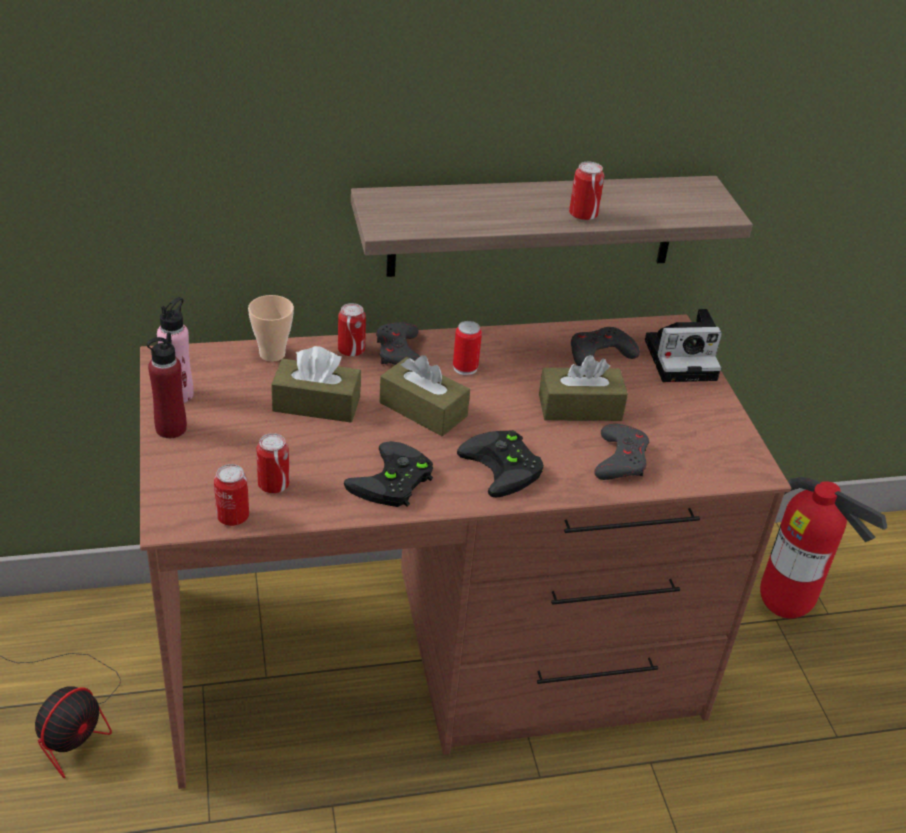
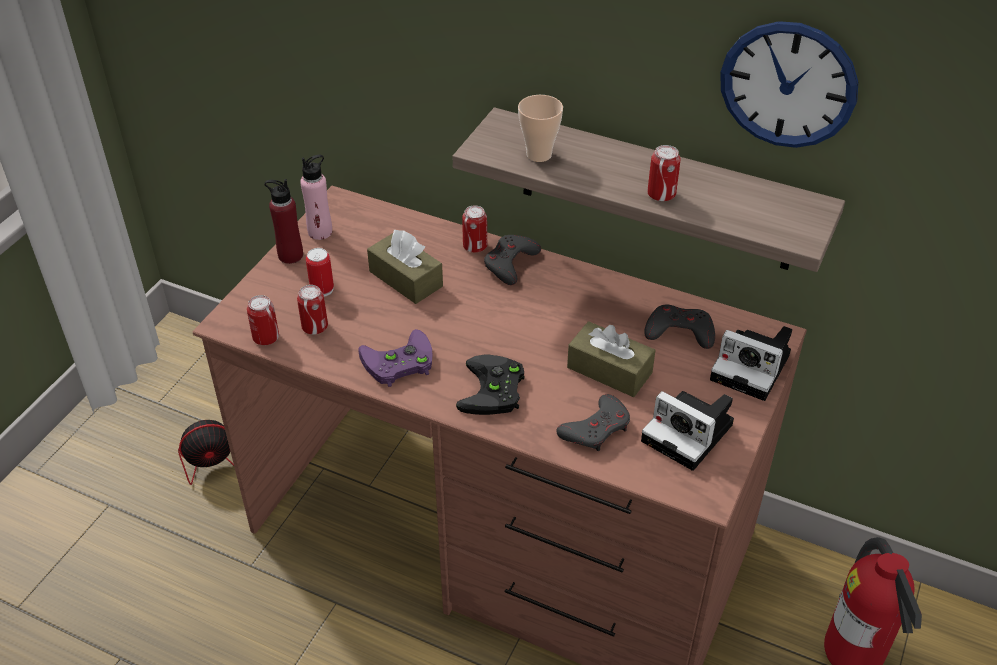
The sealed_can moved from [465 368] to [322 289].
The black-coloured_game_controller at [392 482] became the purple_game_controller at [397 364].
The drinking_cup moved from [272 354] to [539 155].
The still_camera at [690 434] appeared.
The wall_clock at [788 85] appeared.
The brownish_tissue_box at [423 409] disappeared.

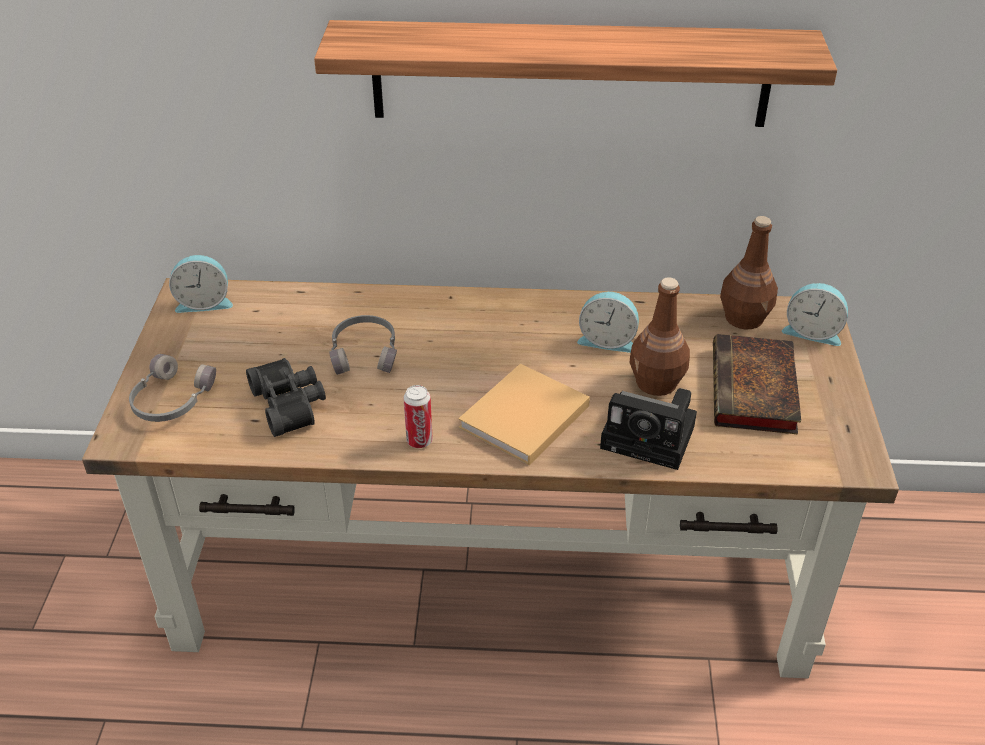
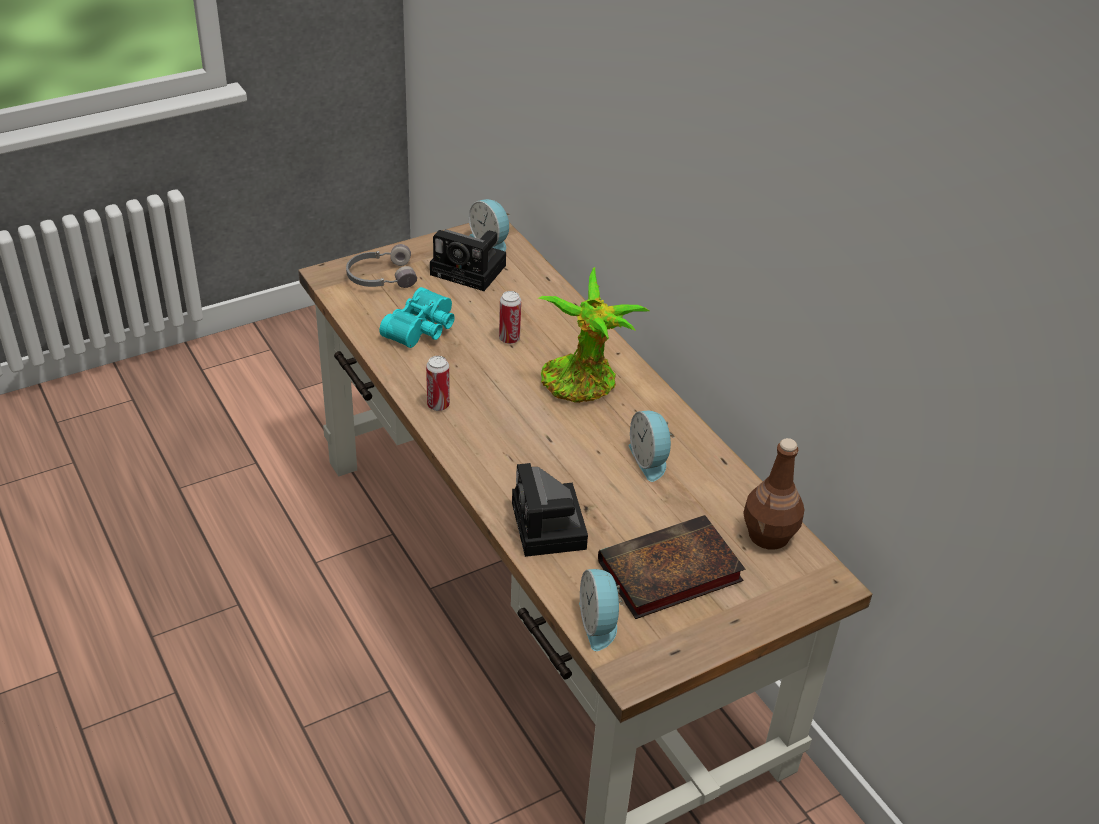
The black-coloured_field_glasses at [291 404] became the blue-green_field_glasses at [423 329].
The still_camera at [471 270] appeared.
The grey_headphones at [365 352] was replaced by the sealed_can at [509 339].
The plant_in_a_pot at [582 385] appeared.
The bedside_clock moved from [812 332] to [600 624].
The bracket_shelf at [570 74] disappeared.
The beige-coloured_book at [522 419] disappeared.
The brownish_drink_bottle at [657 383] disappeared.

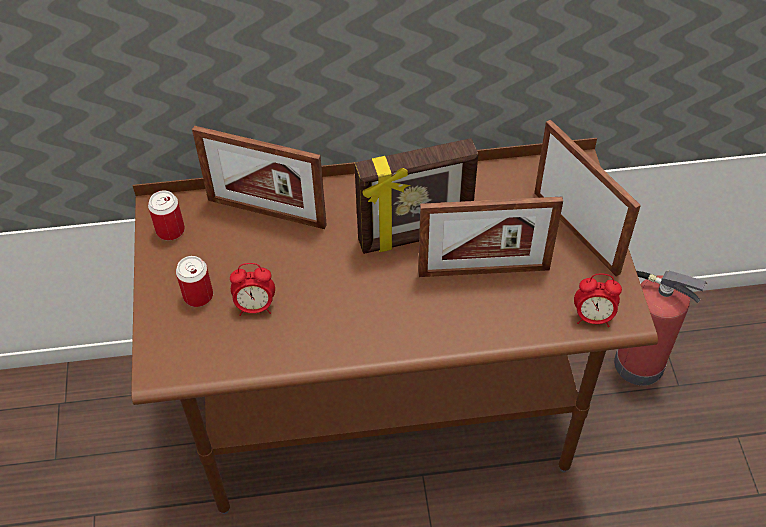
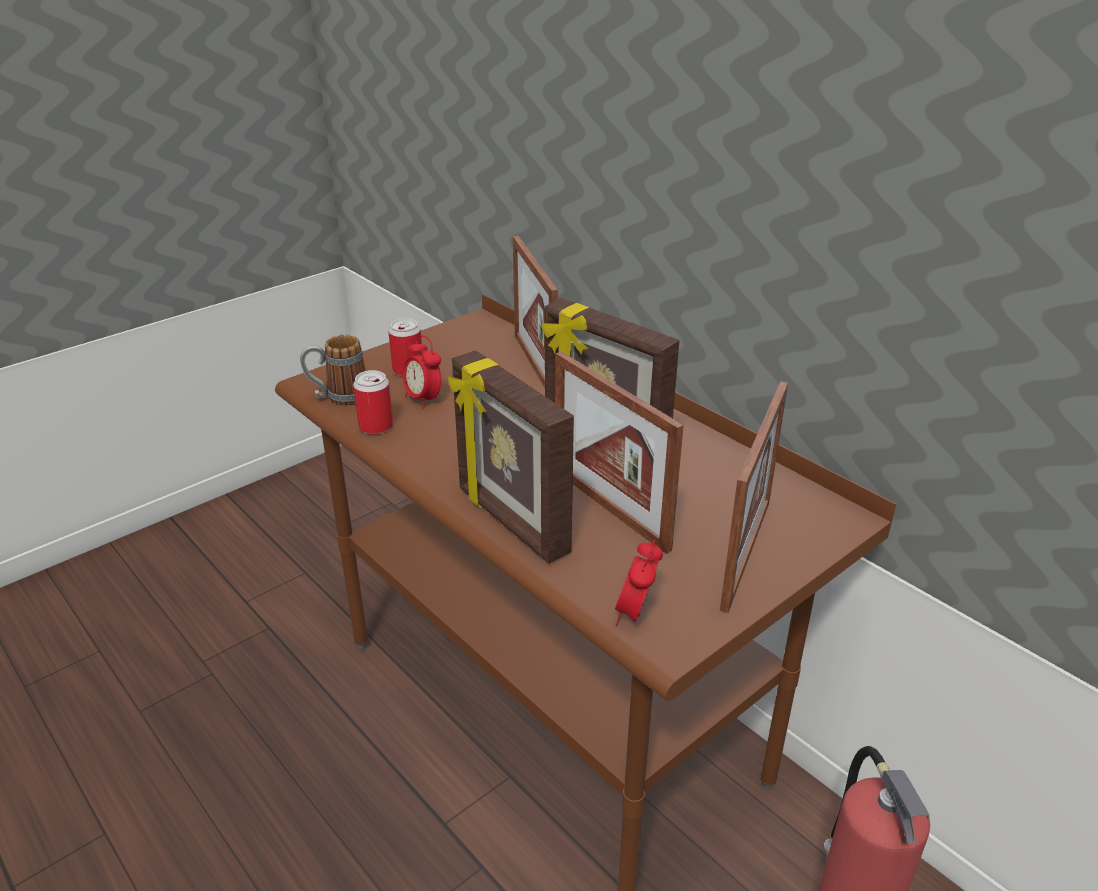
The mug at [339 397] appeared.
The sealed_can moved from [170 230] to [376 426].
The standing_frame at [510 521] appeared.
The bedside_clock at [593 317] turned 45 degrees clockwise.

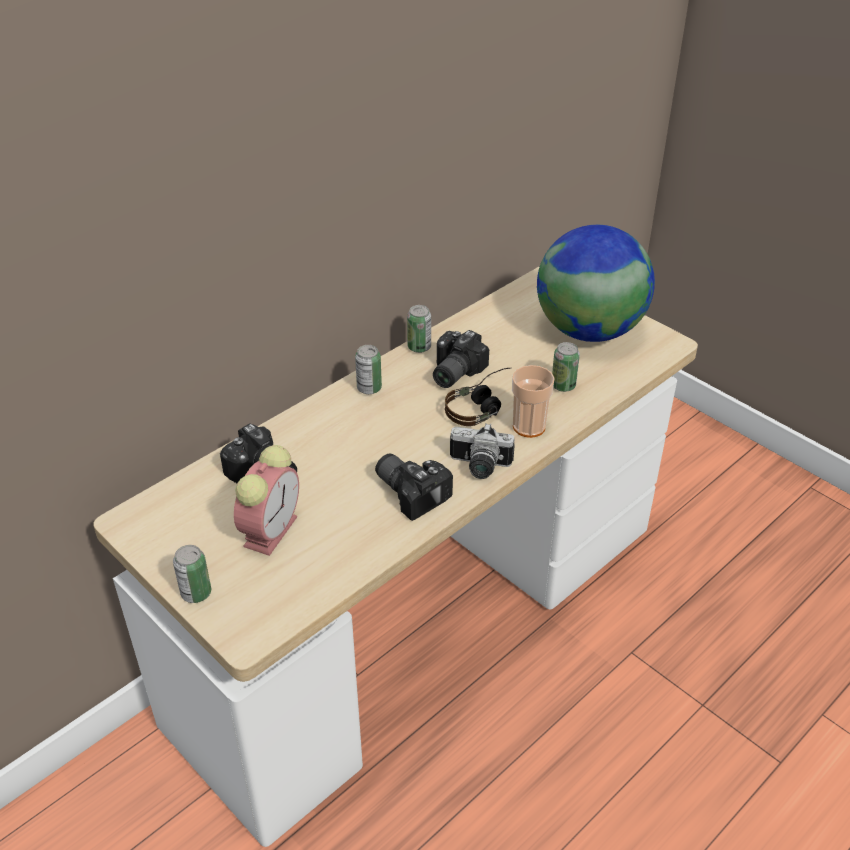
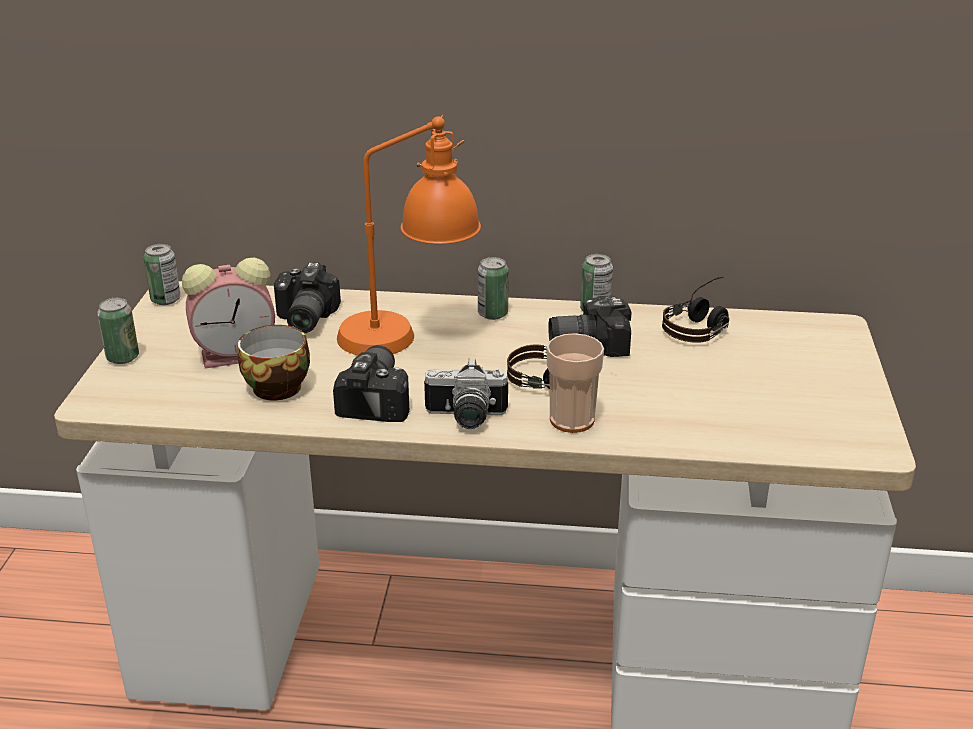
The sealed_can moved from [563 385] to [166 300].
The drinking_cup at [277 385] appeared.
The orangey_table_lamp at [410 338] appeared.
The still_camera at [479 467] turned 60 degrees counterclockwise.
The headphones at [702 324] appeared.
The globe at [589 330] disappeared.

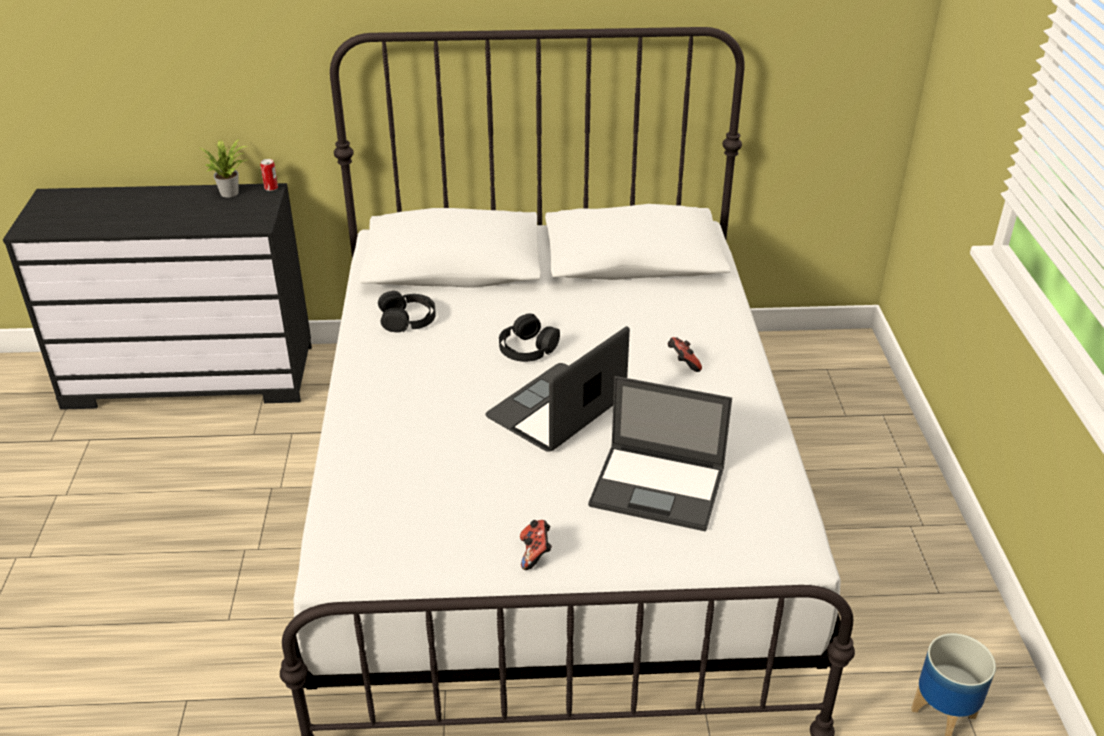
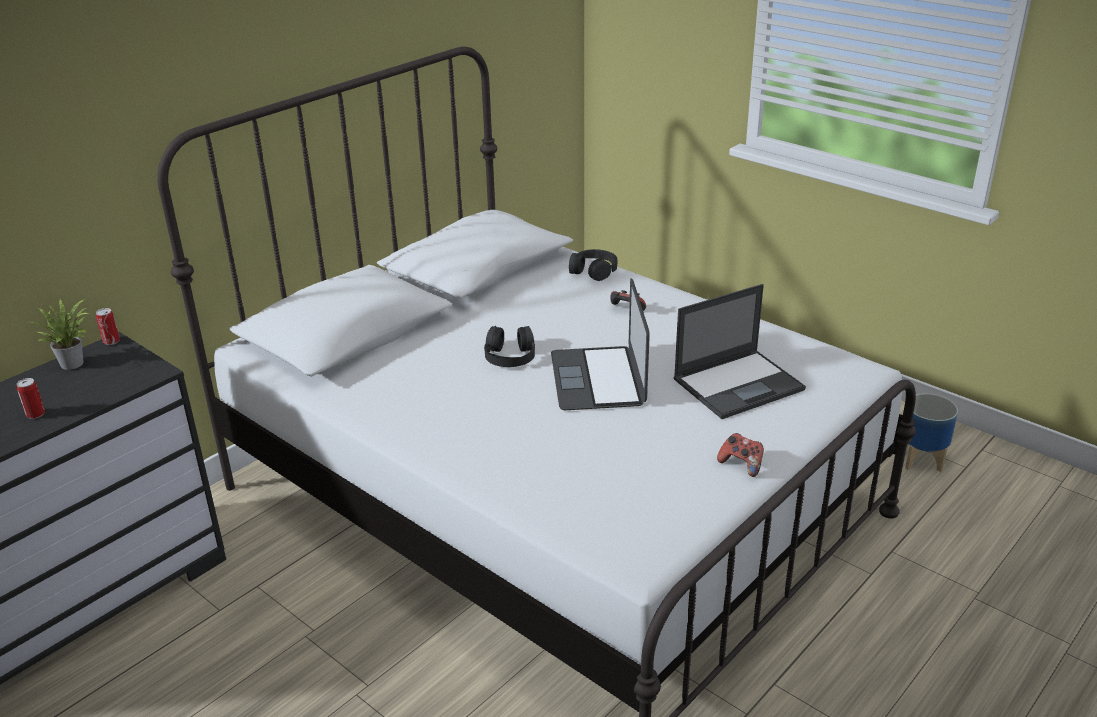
The sealed_can at [35 414] appeared.
The black-coloured_headphones moved from [408 319] to [593 270].

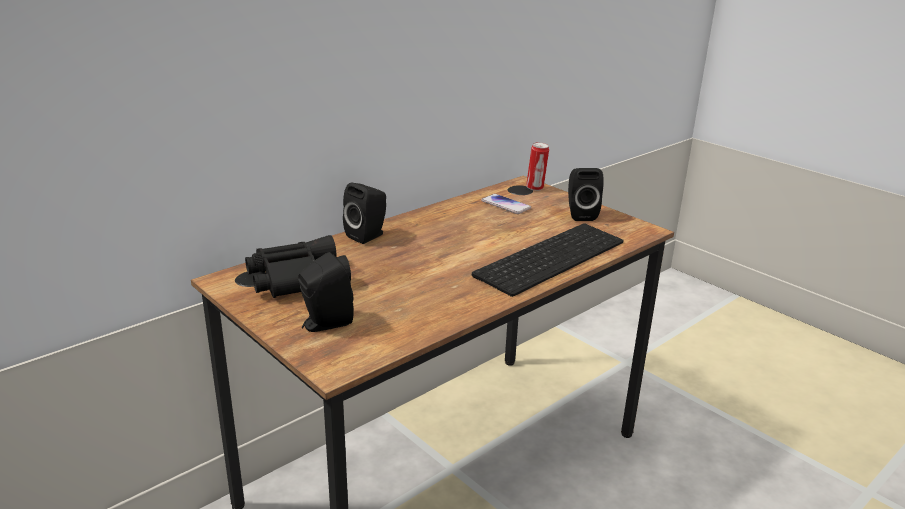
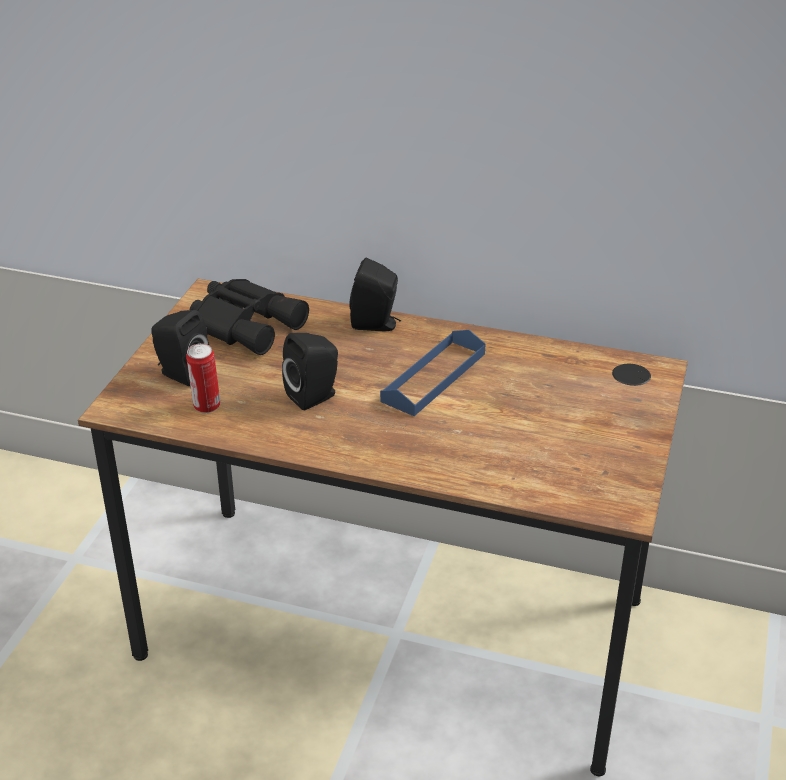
The sealed_can moved from [535 188] to [206 407].
The black-coloured_speaker moved from [580 214] to [315 396].
The blue_serving_tray at [434 377] appeared.
The PC_keyboard at [549 256] disappeared.
The telephone at [505 205] disappeared.

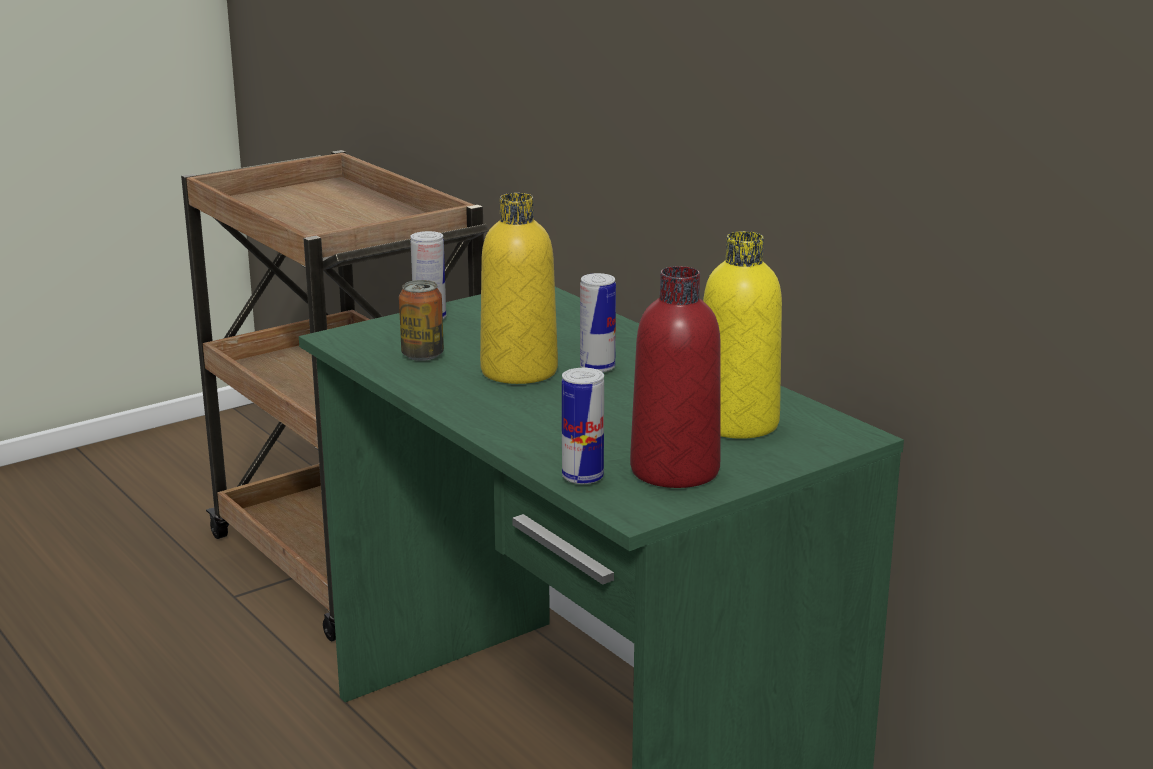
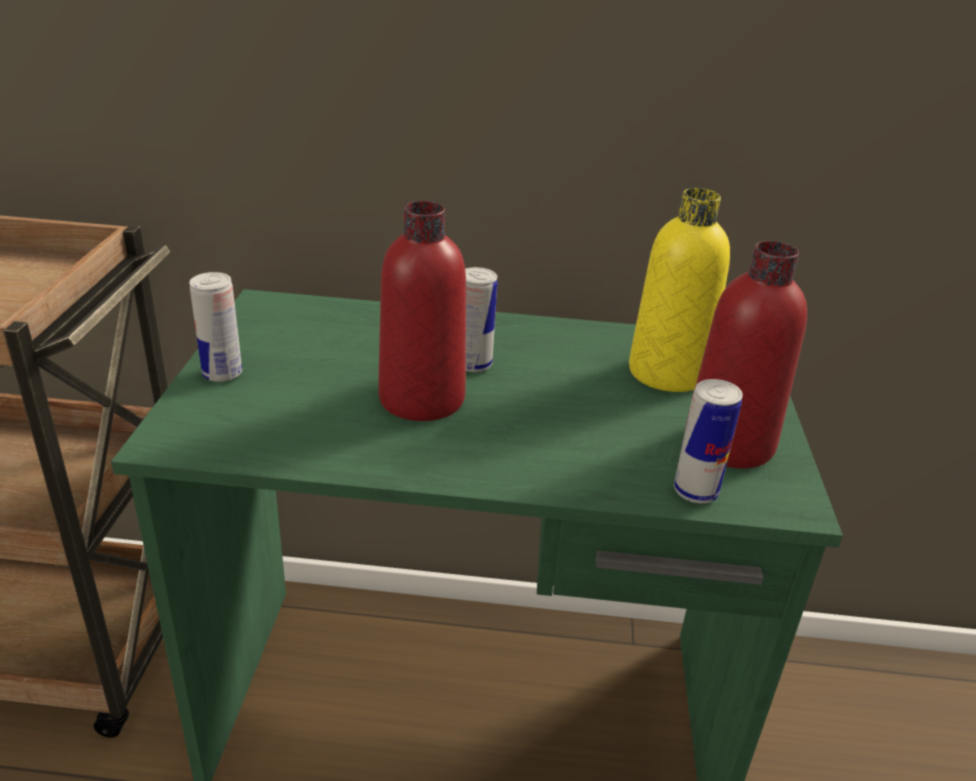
The yellow-coloured_drink_bottle at [519 371] became the red_drink_bottle at [421 399].
The sealed_can at [422 355] disappeared.

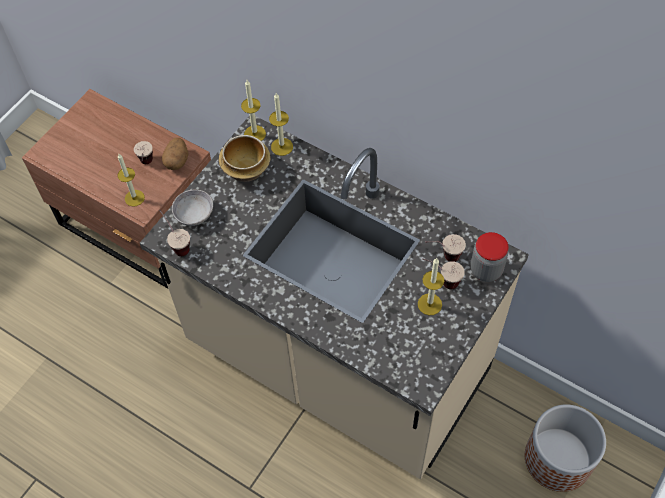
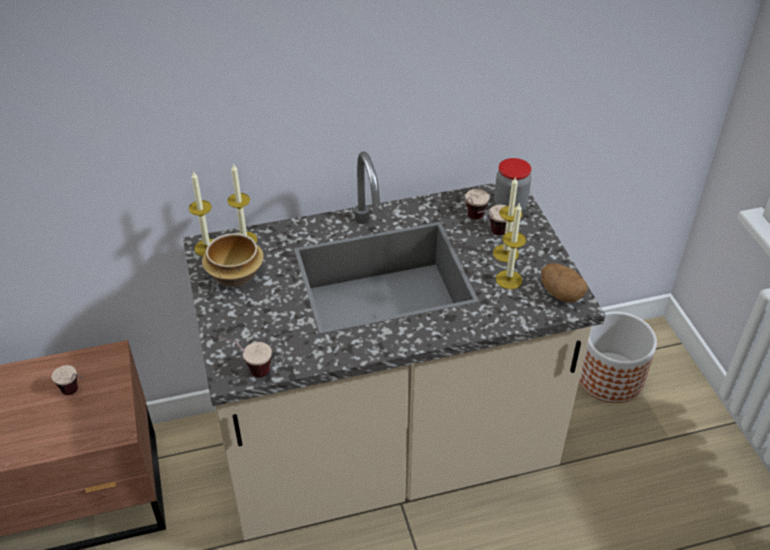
The wax_candle moved from [134 198] to [509 279].
The whole_potato moved from [177 161] to [561 293].
The grey_serving_bowl at [194 214] disappeared.

